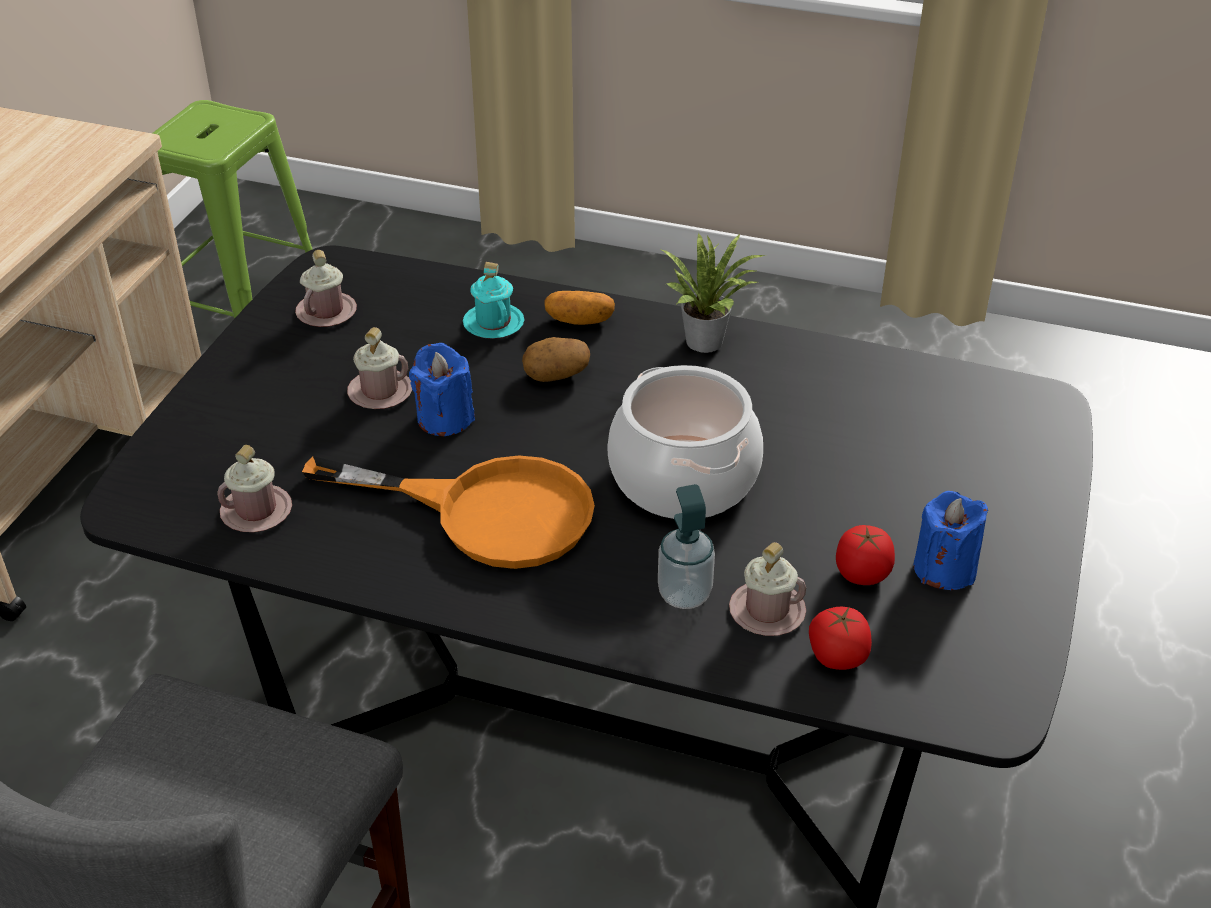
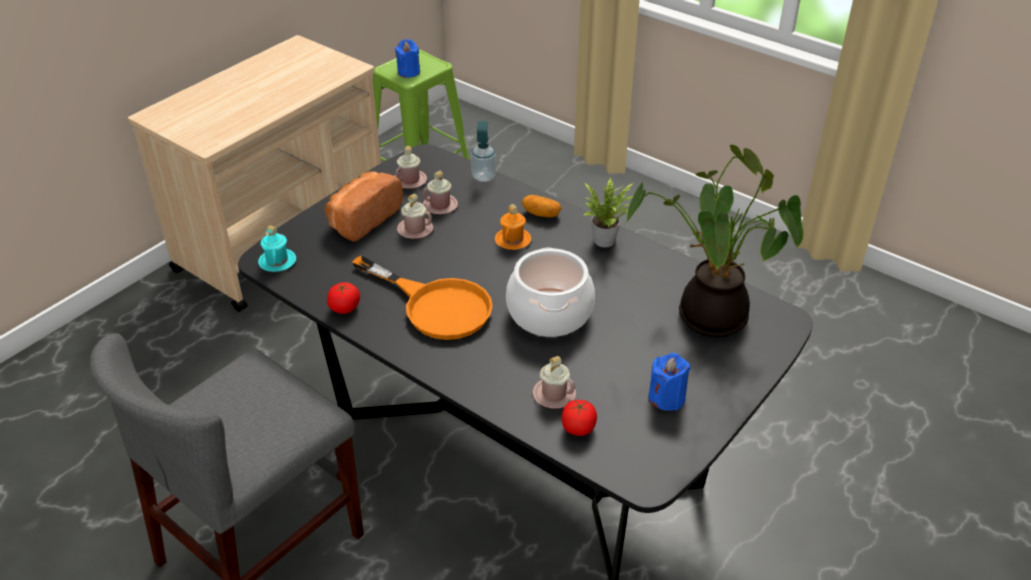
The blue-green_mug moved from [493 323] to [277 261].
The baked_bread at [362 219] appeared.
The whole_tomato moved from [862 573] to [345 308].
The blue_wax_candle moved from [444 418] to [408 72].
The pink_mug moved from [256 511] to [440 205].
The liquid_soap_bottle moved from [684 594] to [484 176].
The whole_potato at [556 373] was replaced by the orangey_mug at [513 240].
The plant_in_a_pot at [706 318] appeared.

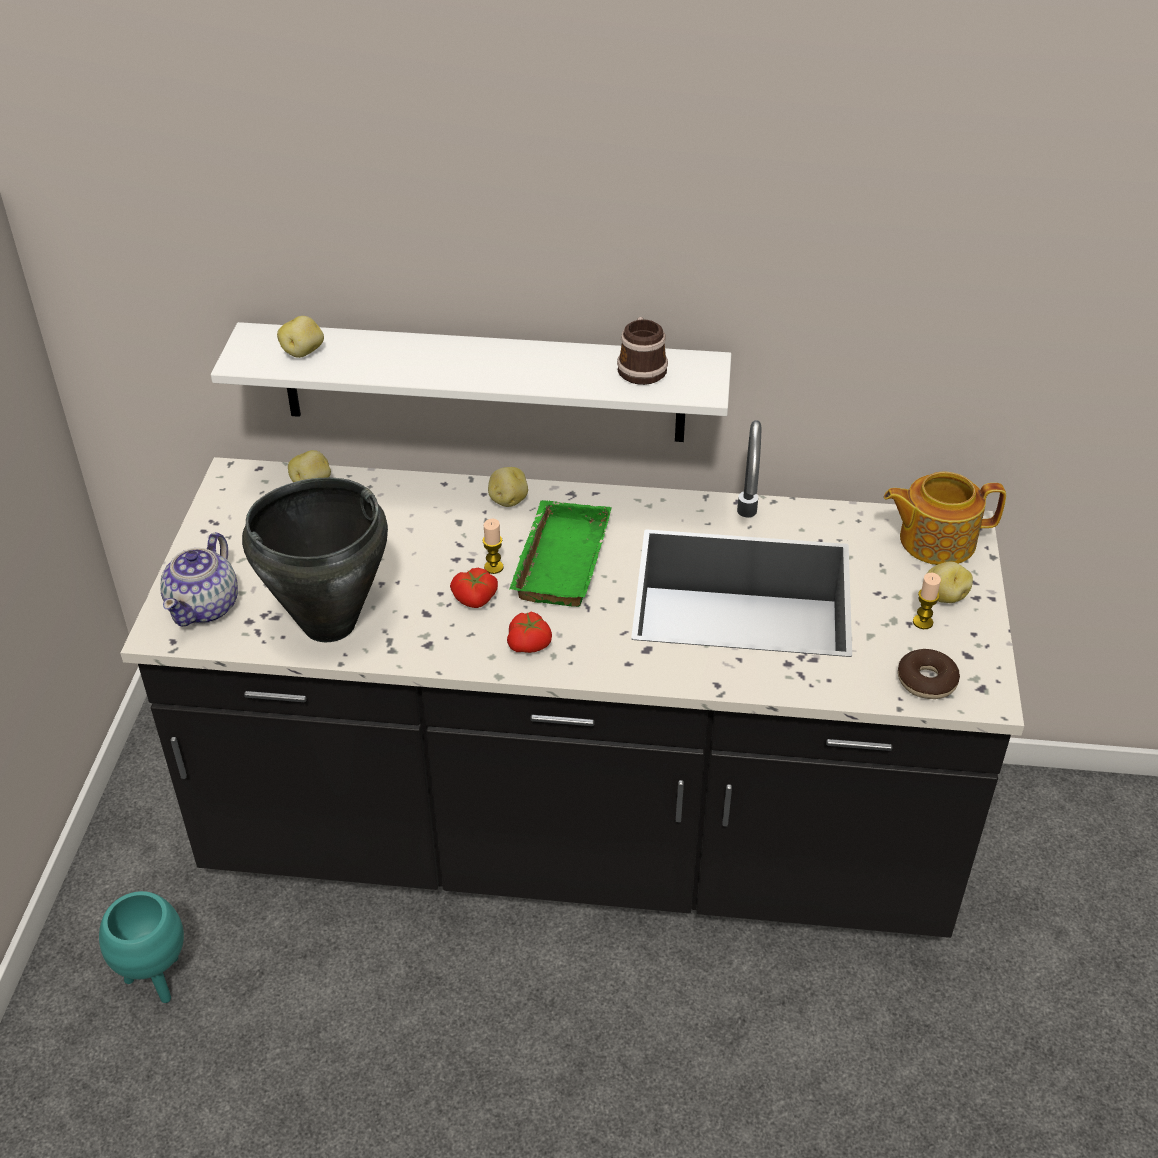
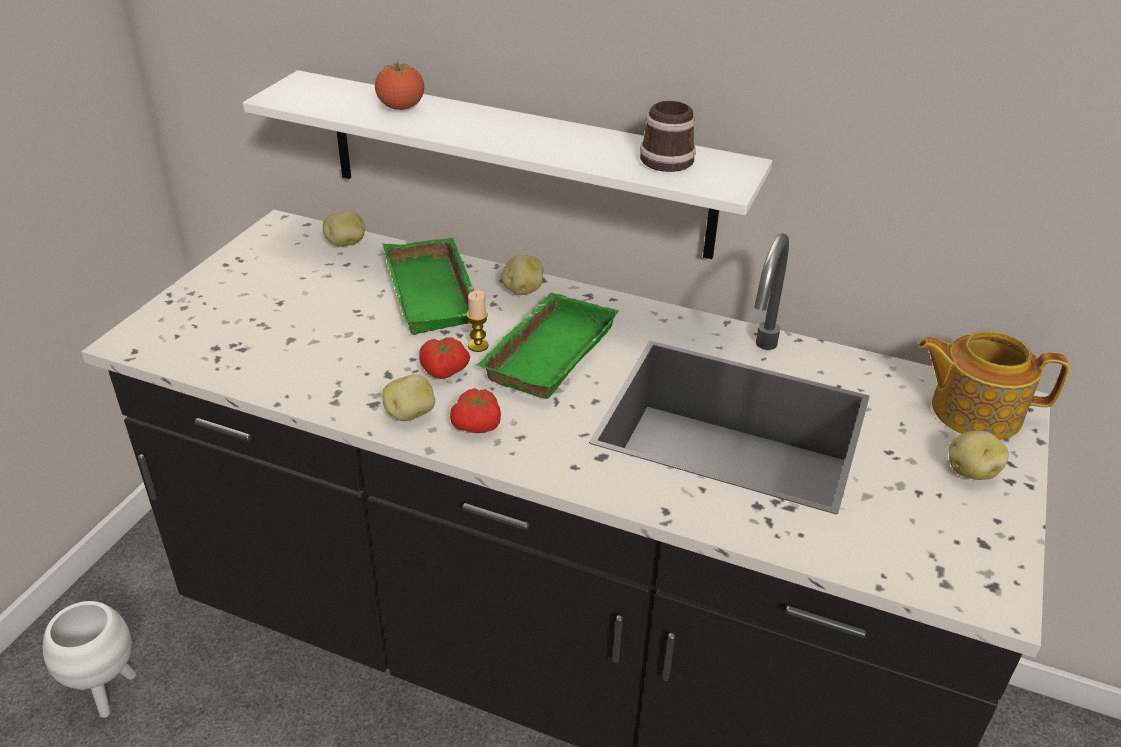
The blue-green_plant_pot at [156 979] became the white_plant_pot at [107 692].
The whole_tomato at [401 108] appeared.
The whole_potato moved from [303 352] to [411 414].
The greenish_serving_tray at [436 294] appeared.
The pot_for_tea at [205 606] disappeared.
The black-coloured_stockpot at [328 623] disappeared.
The ring_doughnut at [926 681] disappeared.
The wax_candle at [922 622] disappeared.

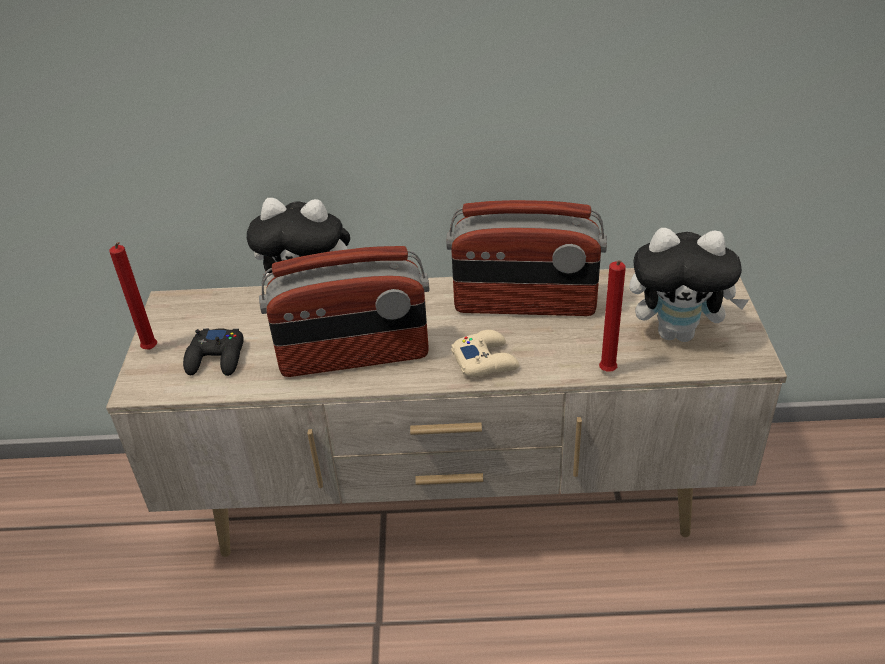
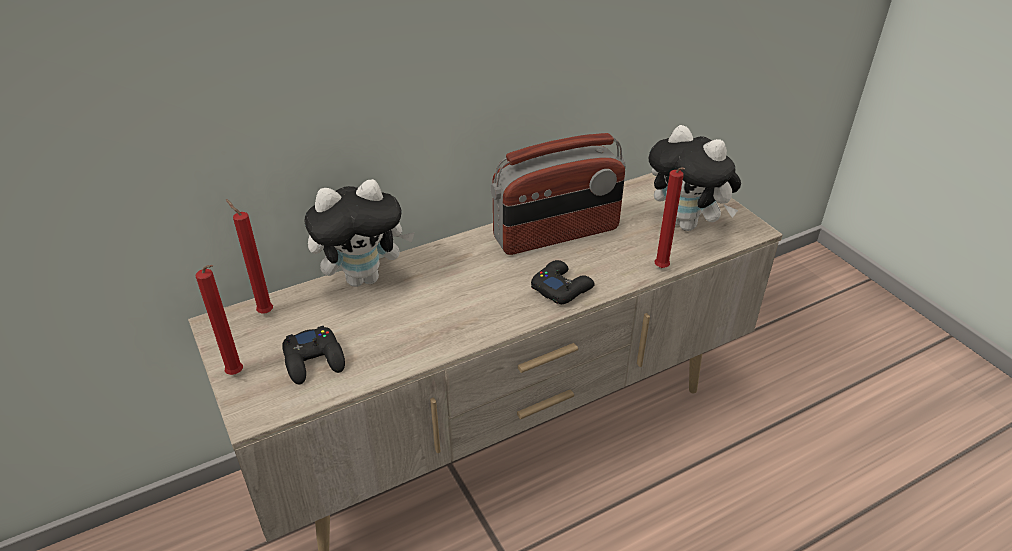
The red_wax_candle at [264 312] appeared.
The beige-coloured_game_controller at [485 360] became the black-coloured_game_controller at [561 288].
The plush_toy at [678 333] turned 60 degrees clockwise.
The radio_receiver at [354 357] disappeared.

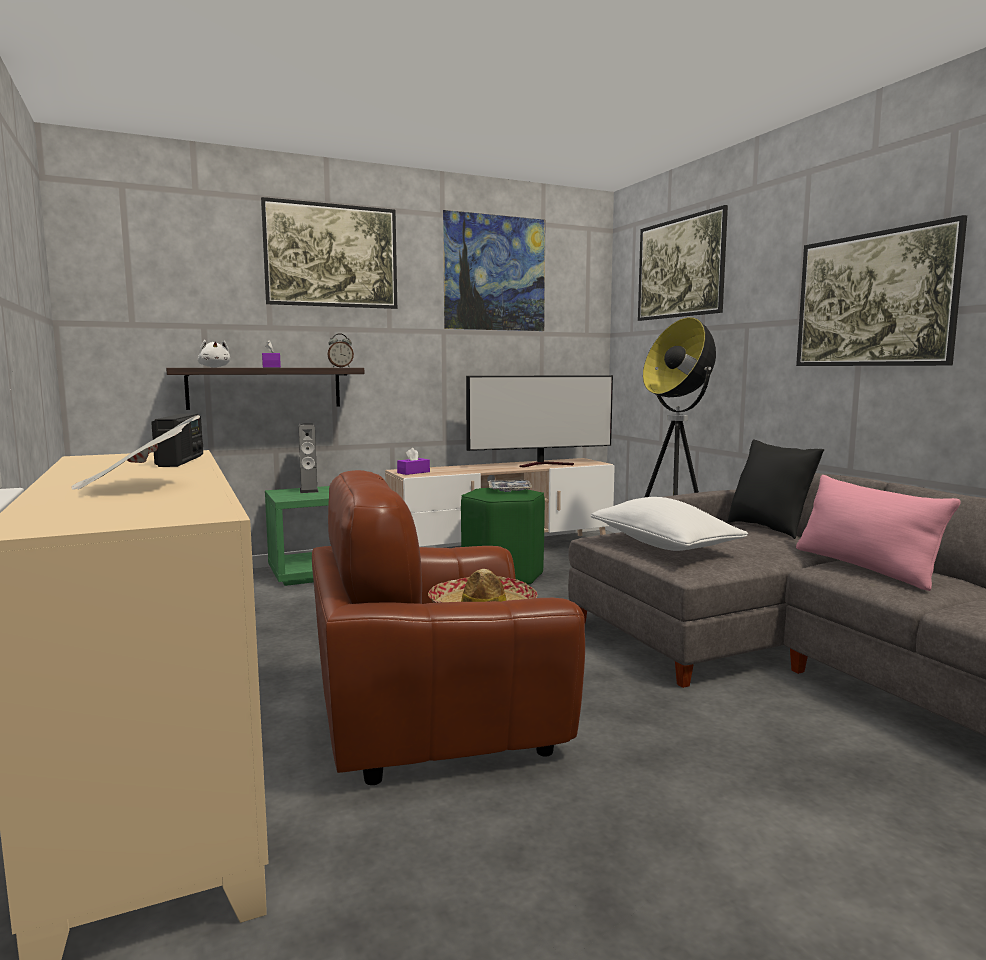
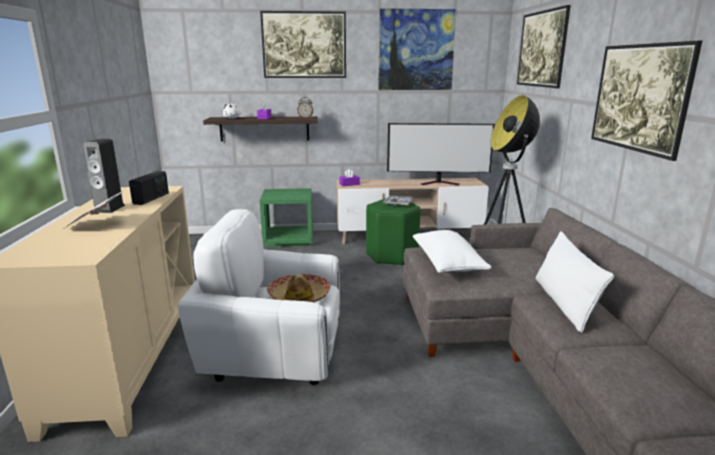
The speaker moved from [309 490] to [109 208].
The brownish_armchair at [436 724] became the white_armchair at [273 352].
The pink_throw_pillow at [864 567] became the white_throw_pillow at [563 303].
The black-coloured_throw_pillow at [769 529] disappeared.

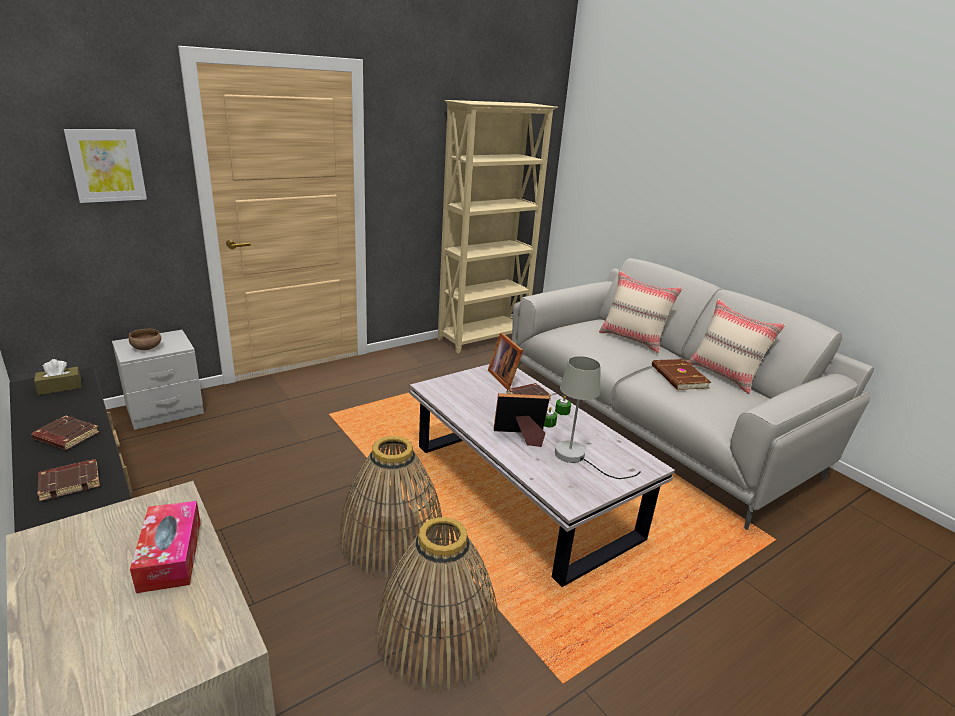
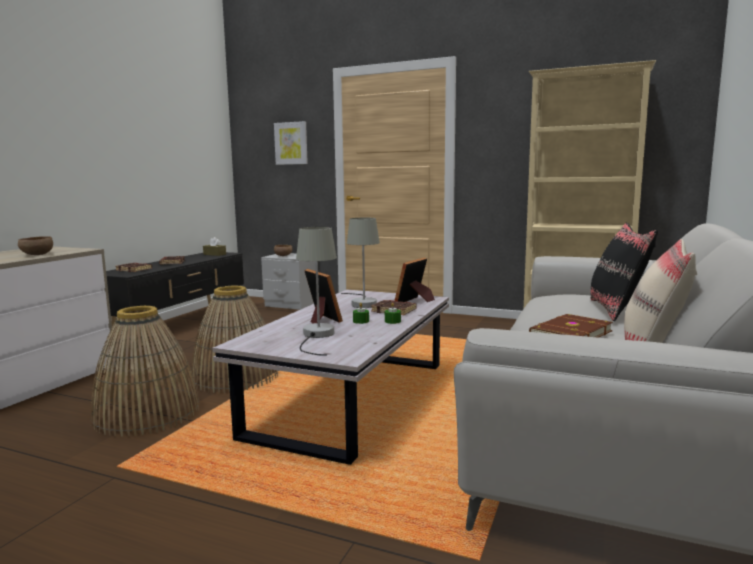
The tissue_box at [170 555] was replaced by the brownish_serving_bowl at [36 255].
The grey_table_lamp at [362 303] appeared.
The beige-coloured_throw_pillow at [633 339] became the black-coloured_throw_pillow at [617 310].

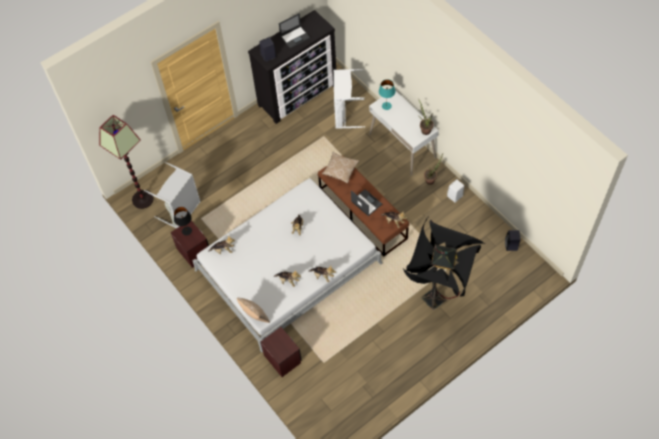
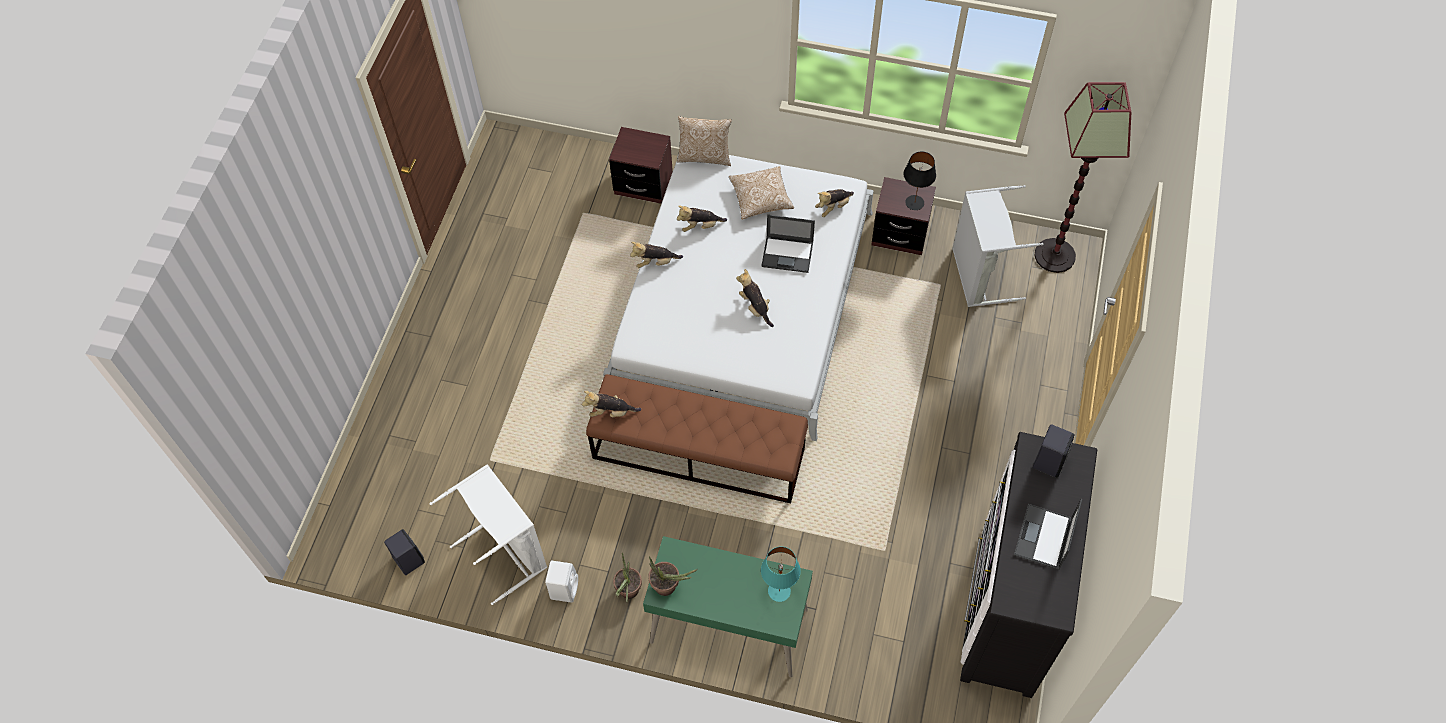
The white_laundry_basket moved from [345 114] to [507 551].
The white_desk_unit at [402 146] became the greenish_desk_unit at [729 627].
The throw_pillow moved from [340 170] to [761 199].
The portable_computer moved from [366 202] to [788 254].
The black-coloured_floor_lamp at [437 303] disappeared.

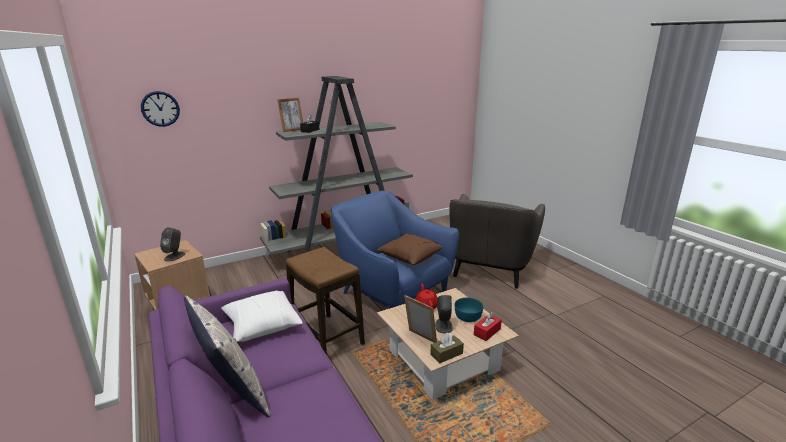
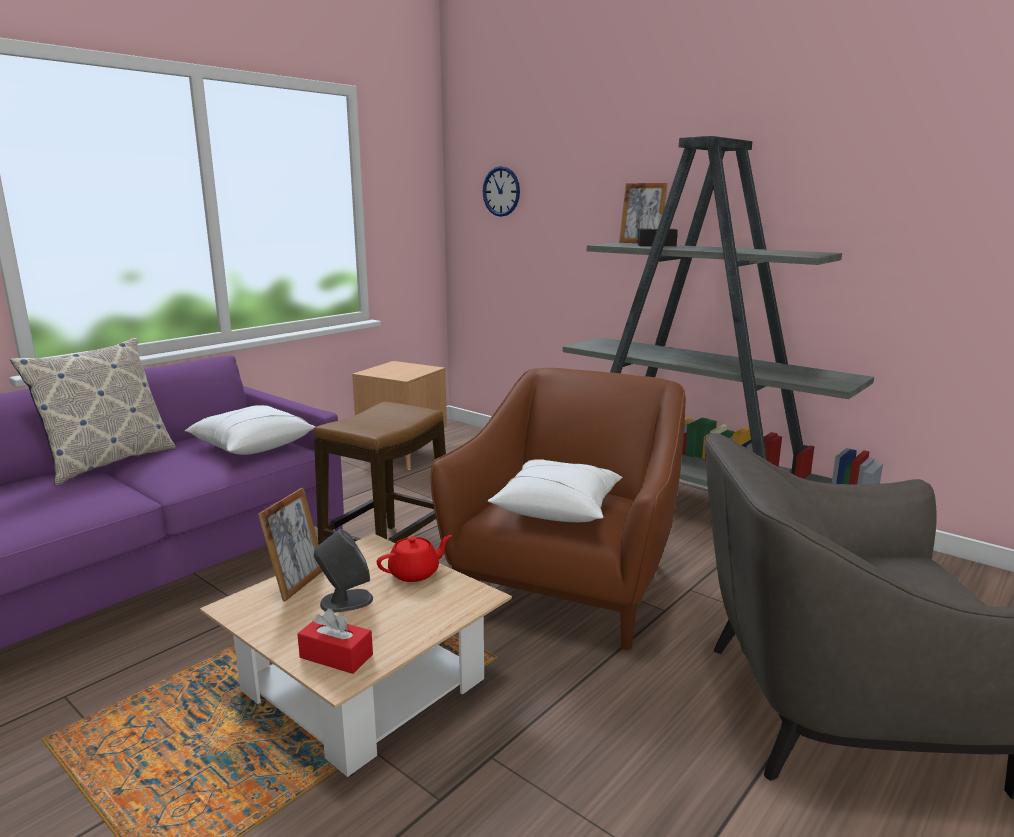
The blue_armchair at [392 293] became the brownish_armchair at [568 584].
The brownish_throw_pillow at [409 256] became the white_throw_pillow at [558 508].
The grey_speaker at [174 256] disappeared.
The brownish_tissue_box at [446 354] disappeared.
The blue-green_serving_bowl at [467 316] disappeared.

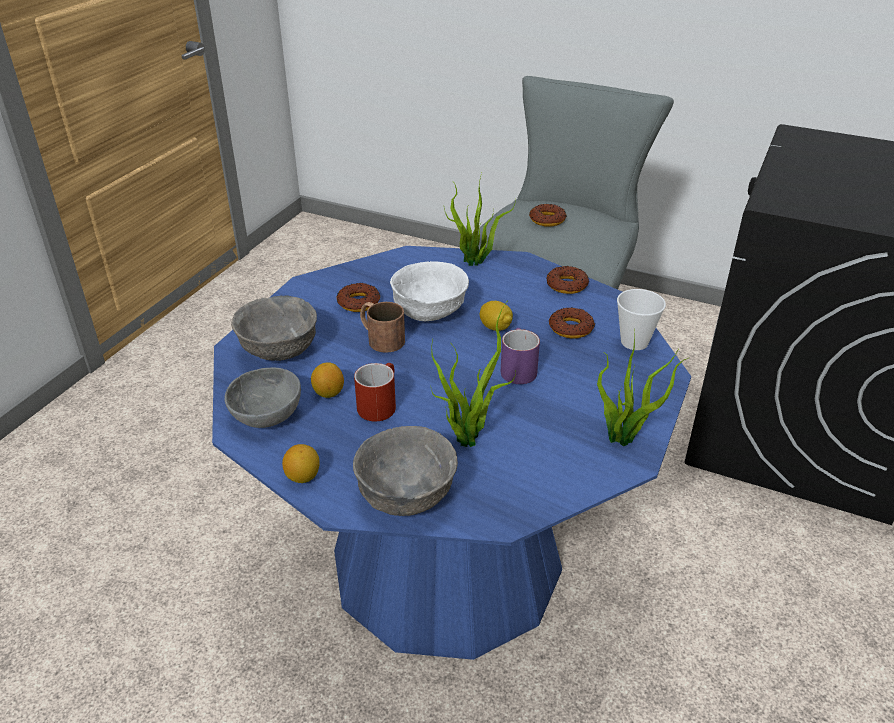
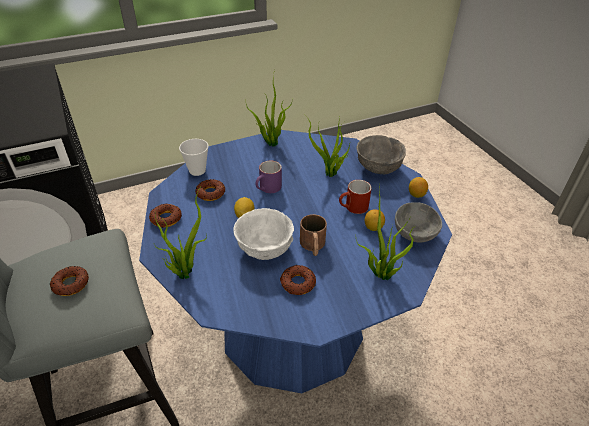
The grey_serving_bowl at [278 349] was replaced by the plant_in_a_pot at [380 274].

